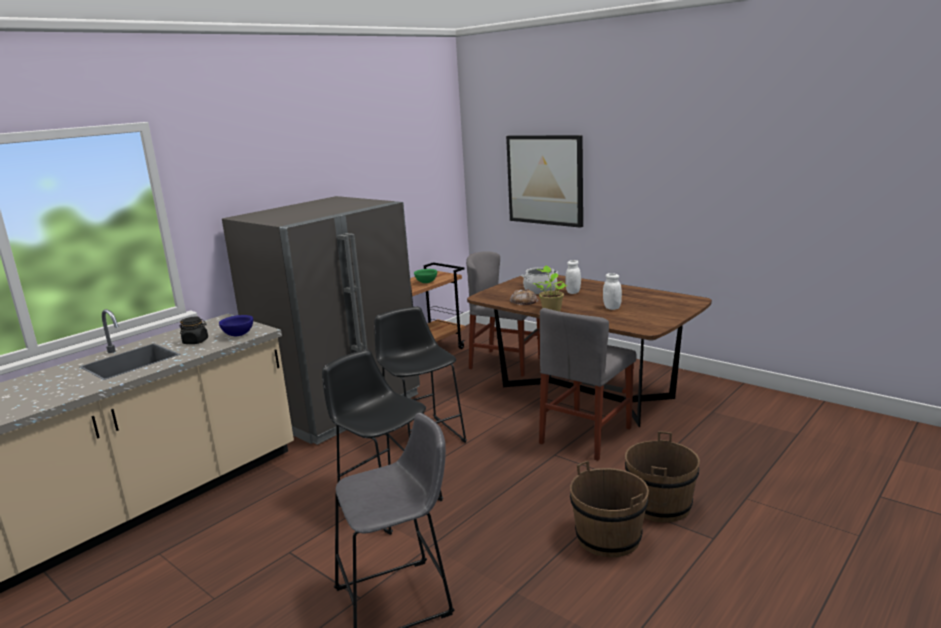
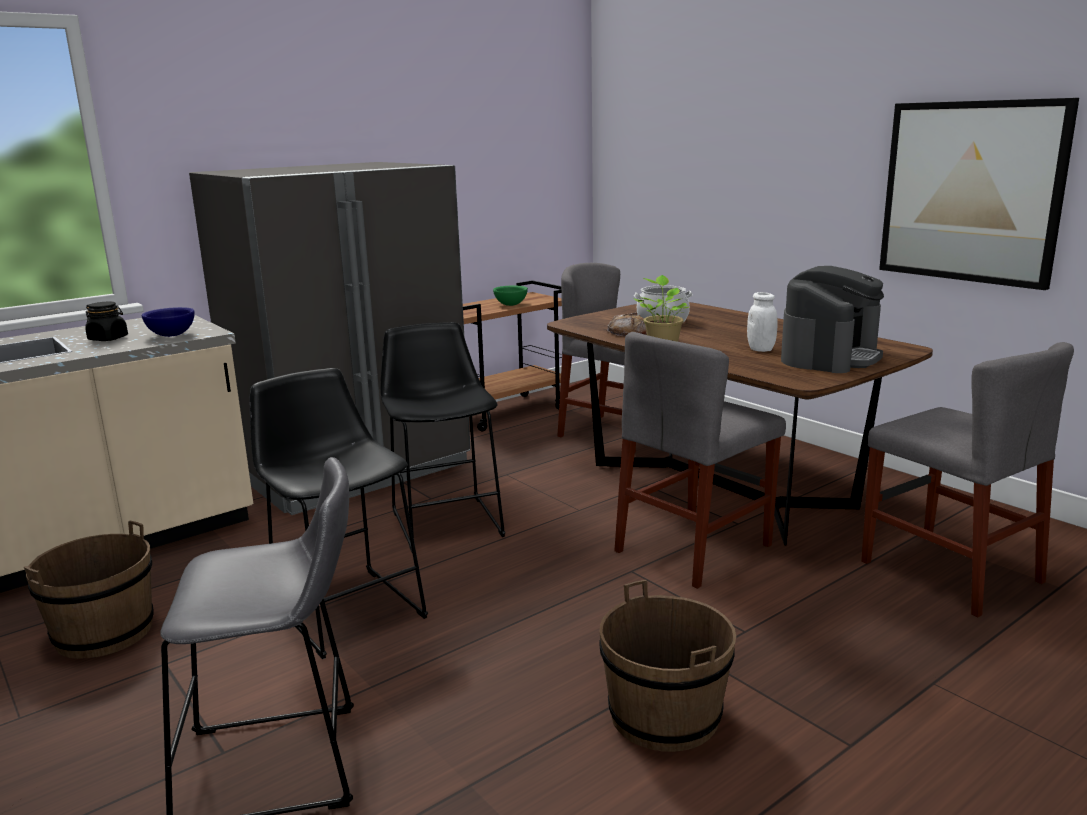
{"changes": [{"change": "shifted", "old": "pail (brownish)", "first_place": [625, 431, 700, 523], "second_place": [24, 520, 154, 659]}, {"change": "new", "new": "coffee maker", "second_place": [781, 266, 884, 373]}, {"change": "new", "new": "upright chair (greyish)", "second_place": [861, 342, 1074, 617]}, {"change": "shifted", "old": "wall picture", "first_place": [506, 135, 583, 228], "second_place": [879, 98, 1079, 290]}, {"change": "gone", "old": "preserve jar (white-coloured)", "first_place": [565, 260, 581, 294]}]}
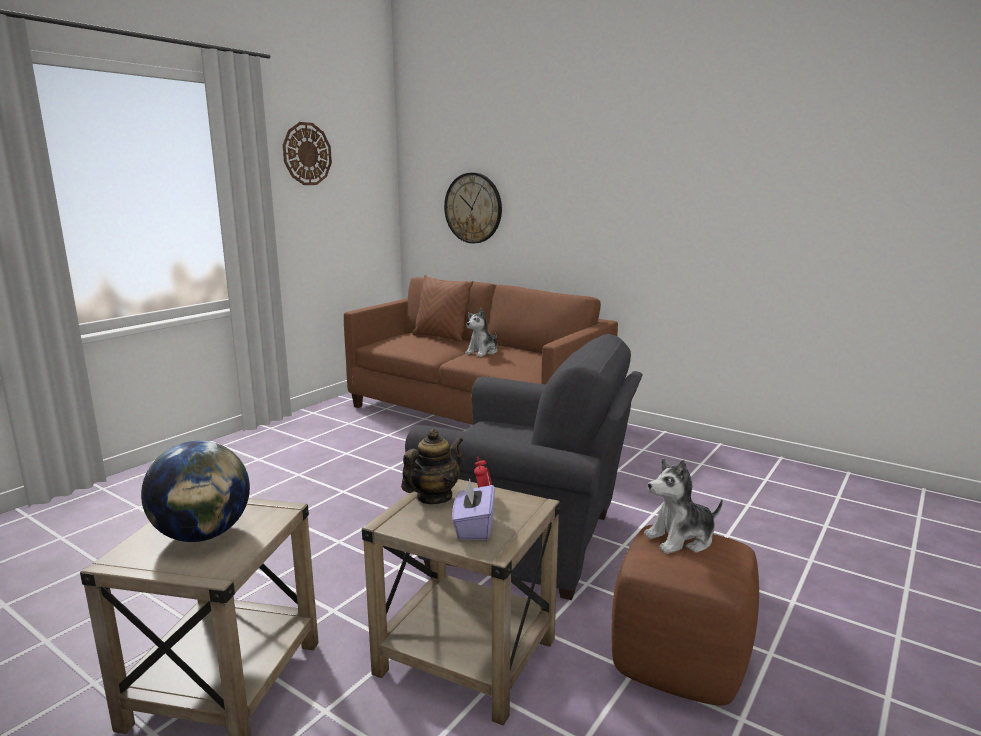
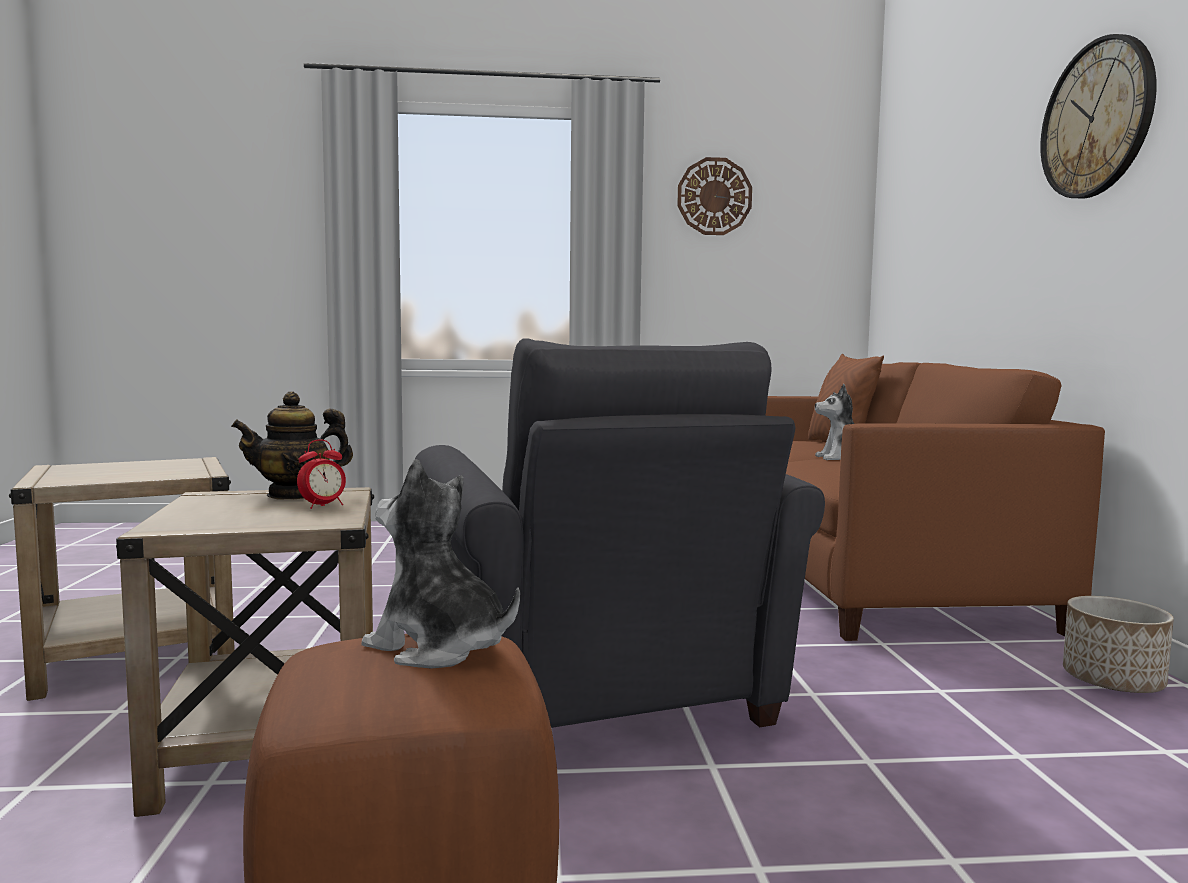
{"changes": [{"change": "rotated", "old": "pot for tea", "first_place": [401, 429, 463, 504], "second_place": [231, 391, 353, 499], "degrees": 150}, {"change": "shifted", "old": "clock on the wall", "first_place": [444, 173, 502, 243], "second_place": [1040, 34, 1157, 198]}, {"change": "new", "new": "flower pot", "second_place": [1063, 596, 1174, 693]}, {"change": "gone", "old": "globe", "first_place": [141, 440, 250, 542]}, {"change": "gone", "old": "box of tissues (purple)", "first_place": [452, 478, 495, 540]}]}
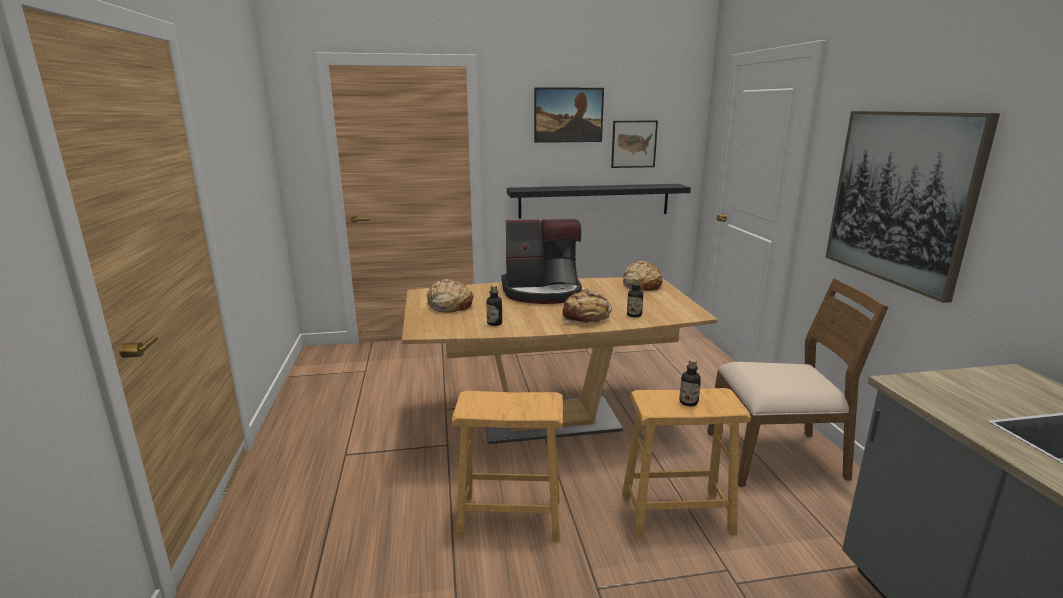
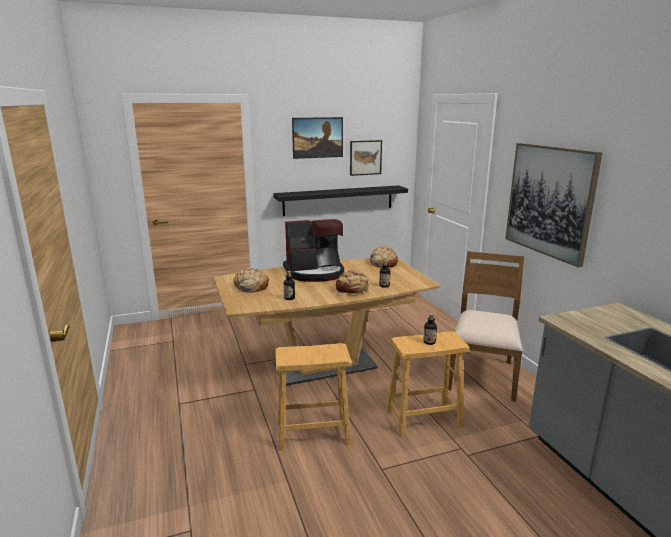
{"changes": [{"change": "rotated", "old": "upright chair (brownish)", "first_place": [707, 278, 888, 487], "second_place": [448, 251, 524, 402], "degrees": -60}]}
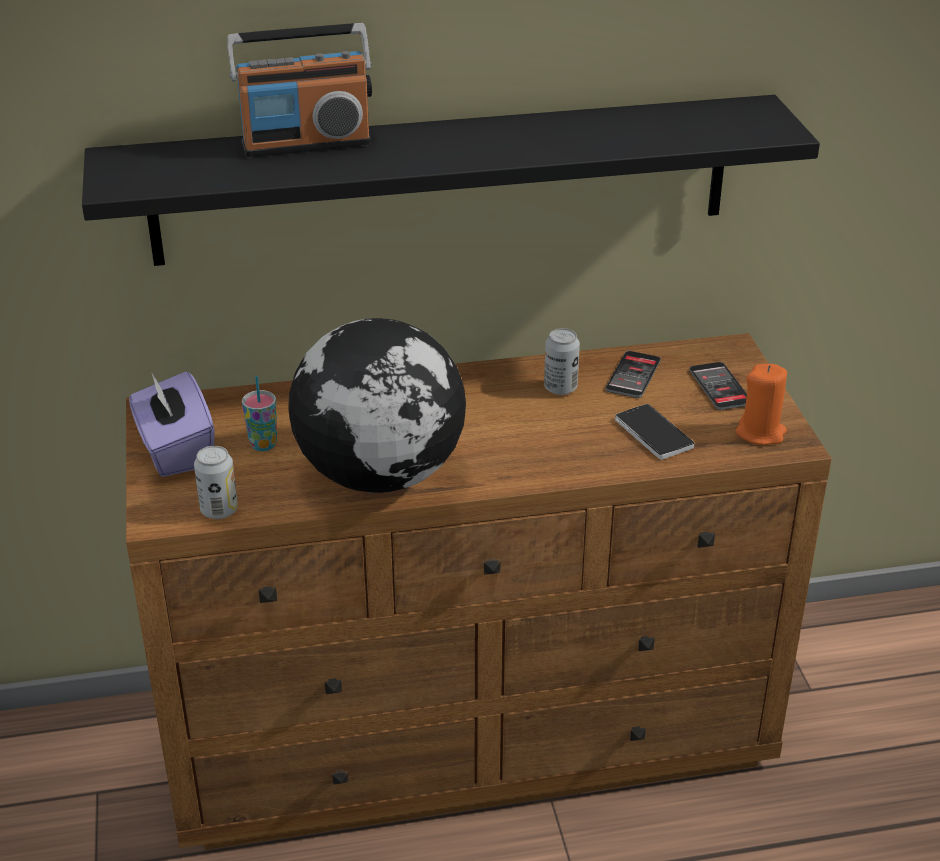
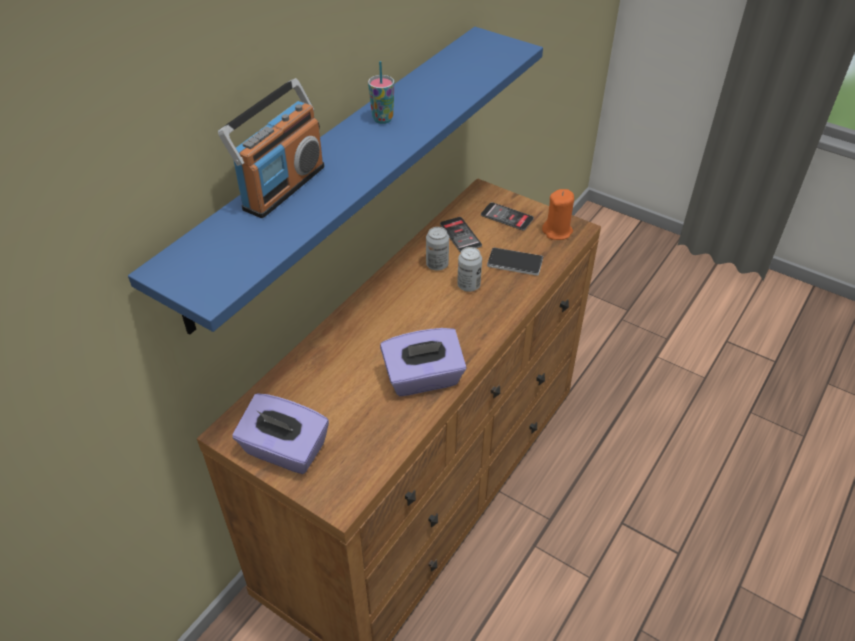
{"changes": [{"change": "repainted", "old": "bracket shelf (black-coloured)", "new": "bracket shelf (blue)", "first_place": [82, 95, 820, 266], "second_place": [128, 27, 543, 334]}, {"change": "shifted", "old": "small cup", "first_place": [242, 376, 277, 451], "second_place": [368, 61, 394, 124]}, {"change": "swapped", "old": "globe", "new": "box of tissues (purple)", "first_place": [288, 318, 466, 493], "second_place": [380, 328, 467, 396]}, {"change": "shifted", "old": "metal can", "first_place": [194, 446, 238, 519], "second_place": [457, 247, 482, 292]}]}
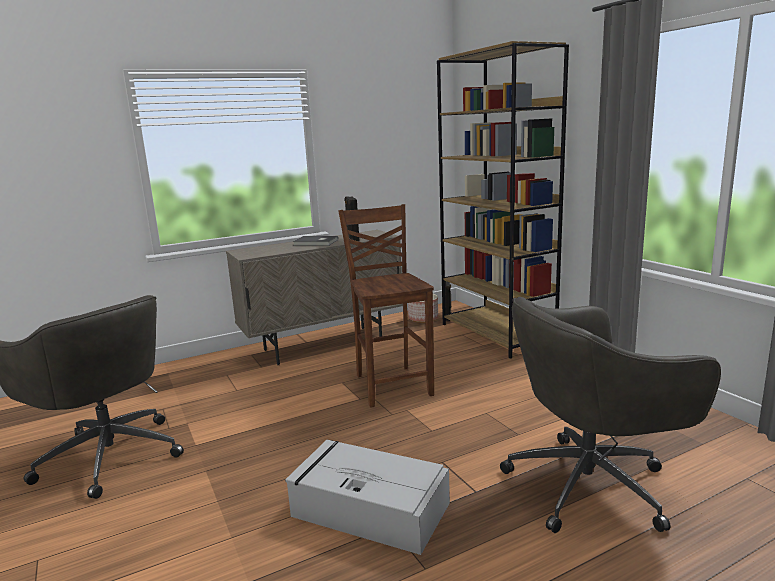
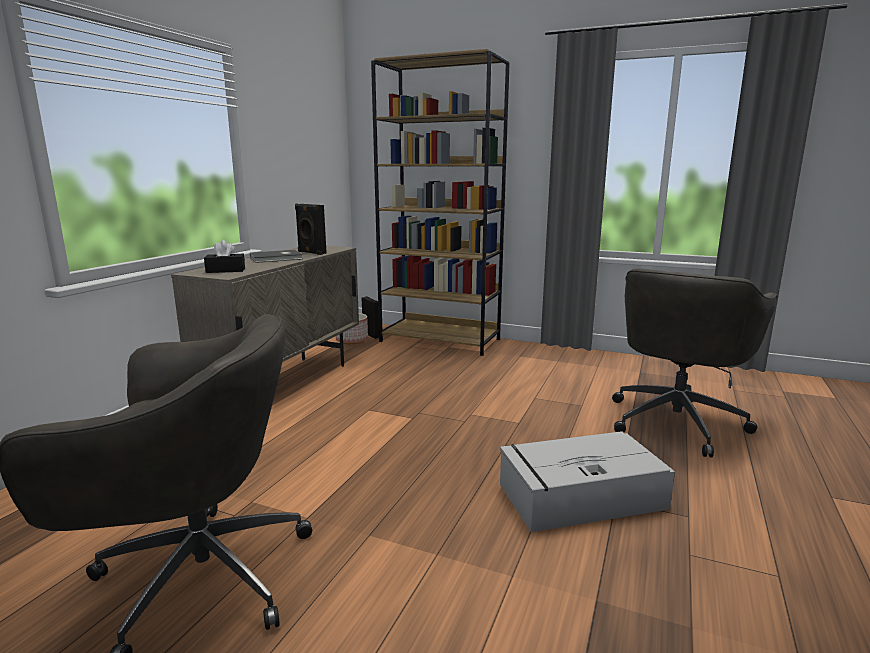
{"changes": [{"change": "new", "new": "box of tissues (black-coloured)", "second_place": [204, 240, 245, 273]}, {"change": "gone", "old": "upright chair (brownish)", "first_place": [338, 204, 434, 408]}]}
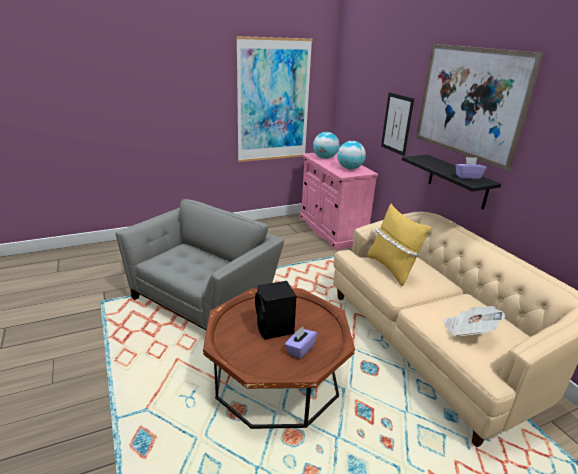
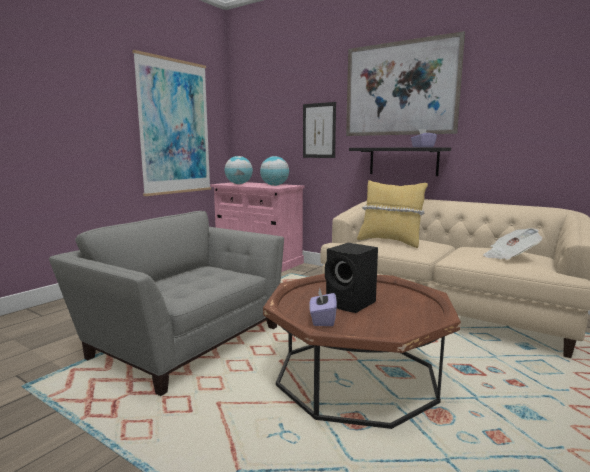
{"changes": [{"change": "rotated", "old": "lounge chair (greyish)", "first_place": [115, 199, 284, 330], "second_place": [49, 211, 284, 396], "degrees": -60}, {"change": "shifted", "old": "box of tissues (purple)", "first_place": [285, 326, 317, 359], "second_place": [309, 287, 337, 326]}]}
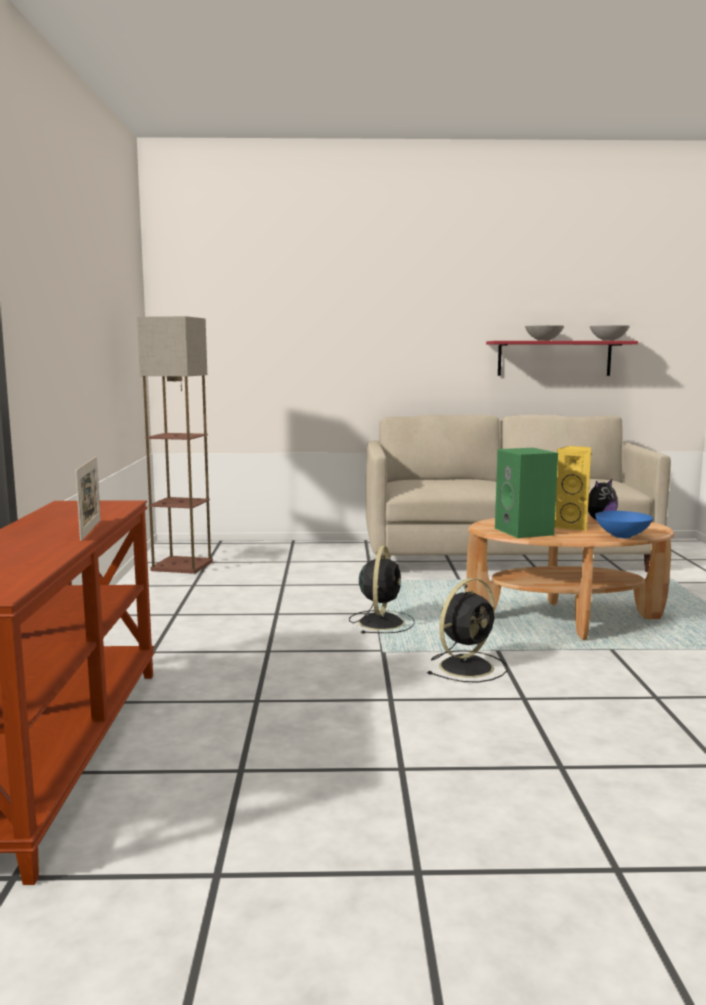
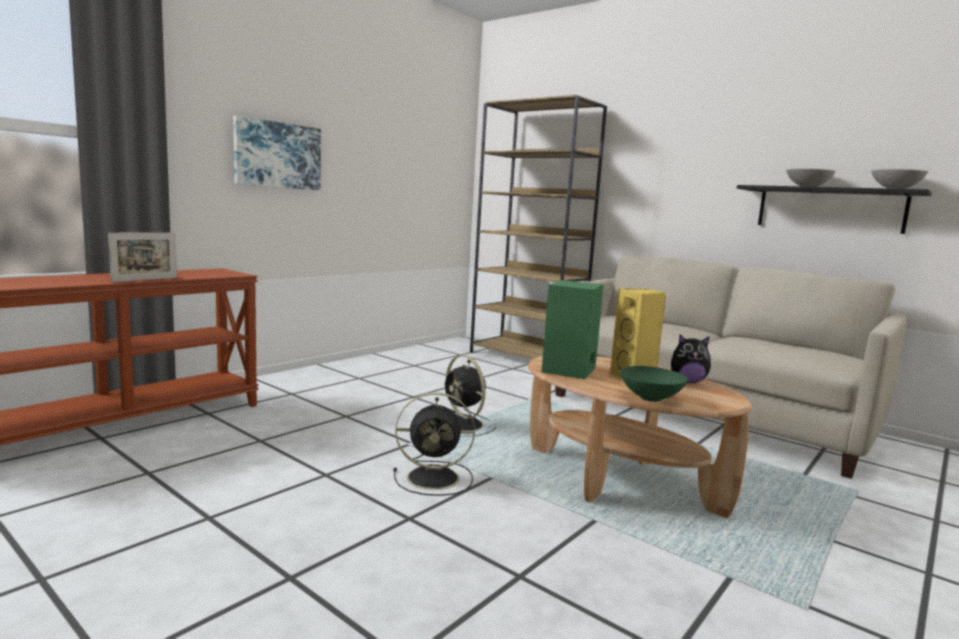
{"changes": [{"change": "new", "new": "wall picture", "second_place": [233, 116, 321, 190]}, {"change": "rotated", "old": "fan (black-coloured)", "first_place": [349, 546, 415, 634], "second_place": [445, 355, 496, 436], "degrees": 90}, {"change": "new", "new": "bookshelf (brownish)", "second_place": [470, 95, 607, 359]}, {"change": "repainted", "old": "serving bowl (blue)", "new": "serving bowl (green)", "first_place": [595, 511, 653, 538], "second_place": [620, 366, 688, 402]}, {"change": "repainted", "old": "bracket shelf (red-coloured)", "new": "bracket shelf (black-coloured)", "first_place": [486, 341, 638, 376], "second_place": [737, 185, 932, 234]}, {"change": "gone", "old": "standing lamp", "first_place": [137, 316, 213, 574]}]}
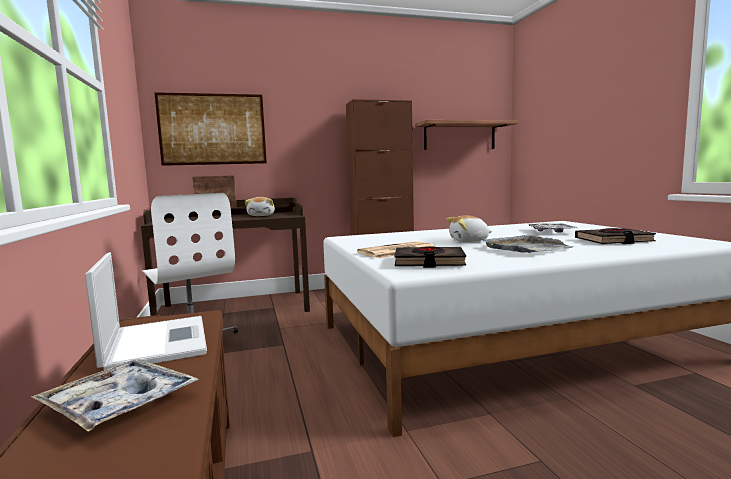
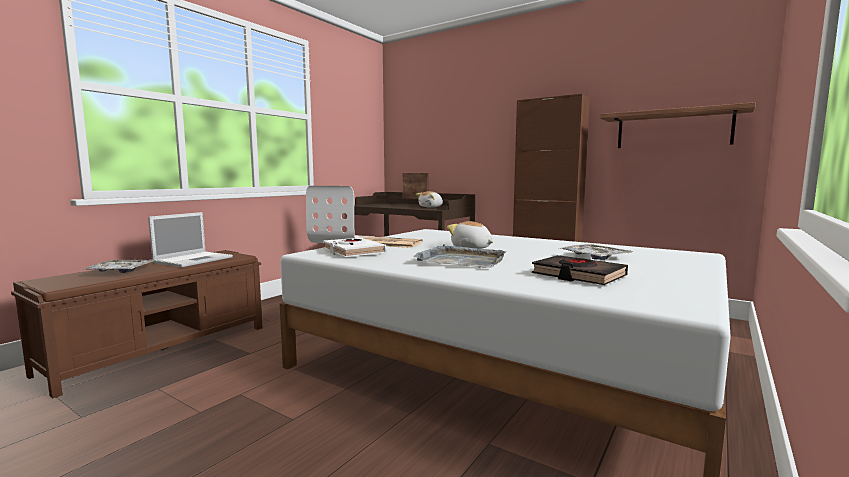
{"changes": [{"change": "repainted", "old": "book (black-coloured)", "new": "book (white-coloured)", "first_place": [395, 246, 466, 268], "second_place": [323, 238, 387, 257]}, {"change": "gone", "old": "wall picture", "first_place": [154, 92, 267, 166]}]}
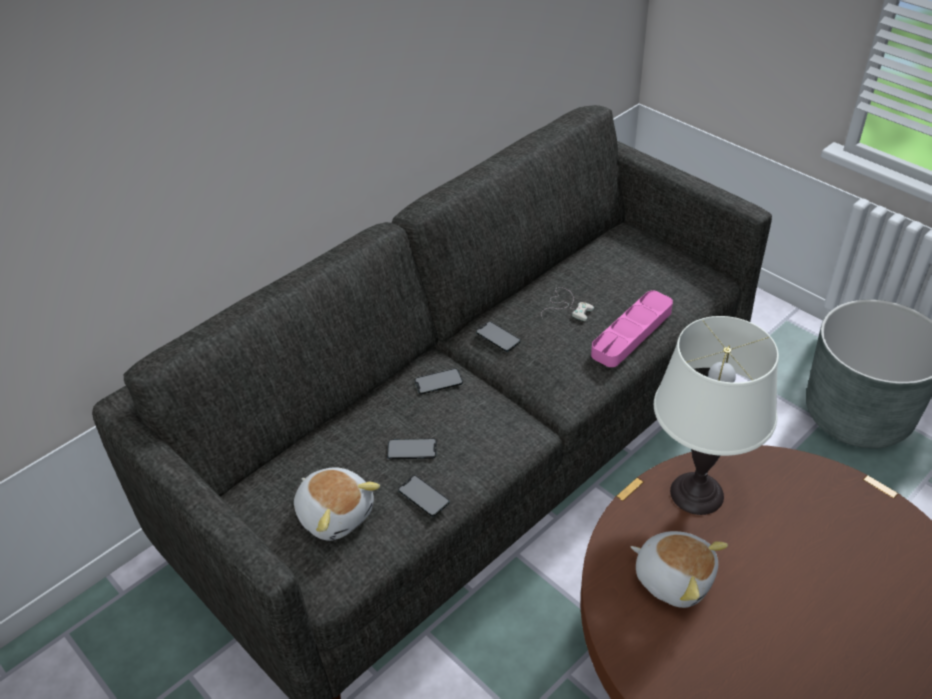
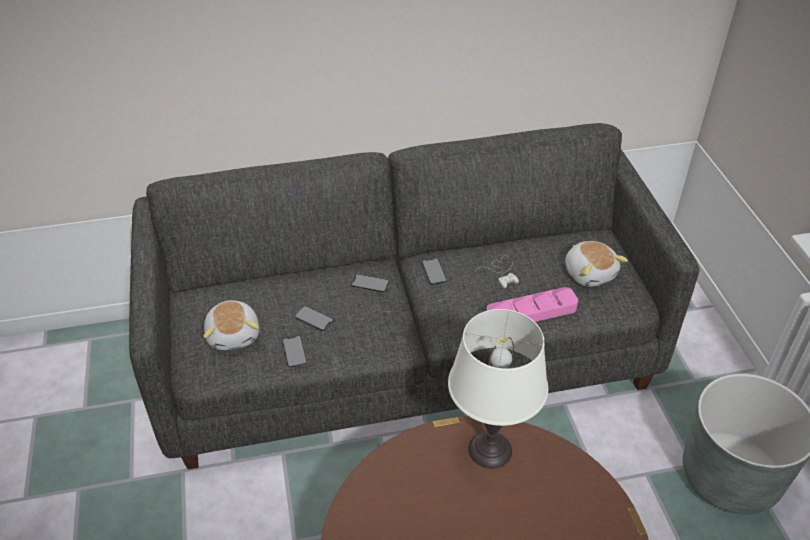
{"changes": [{"change": "shifted", "old": "plush toy", "first_place": [631, 531, 728, 608], "second_place": [565, 241, 628, 287]}]}
